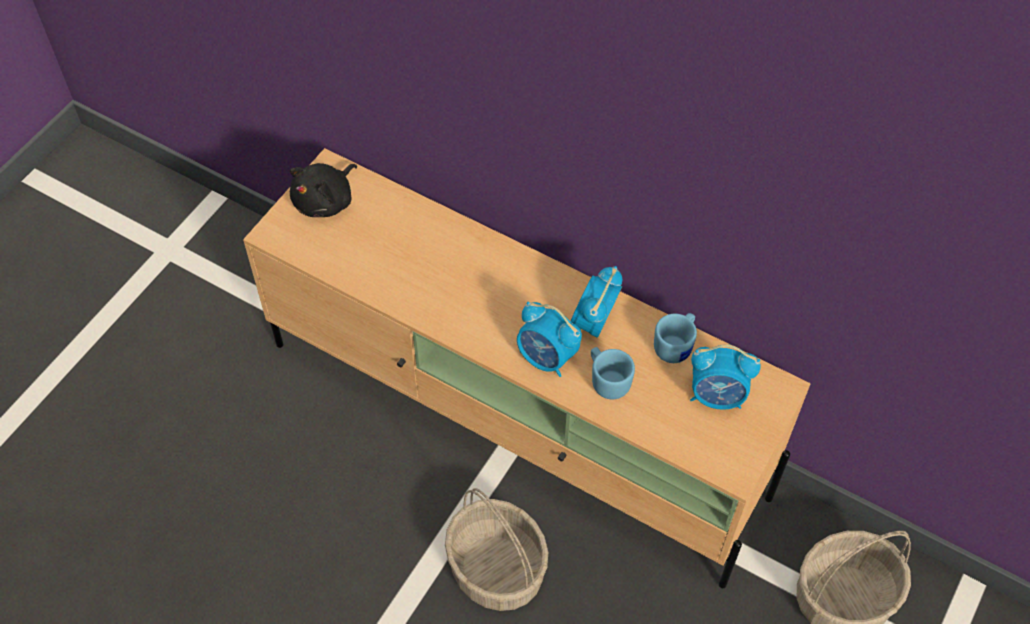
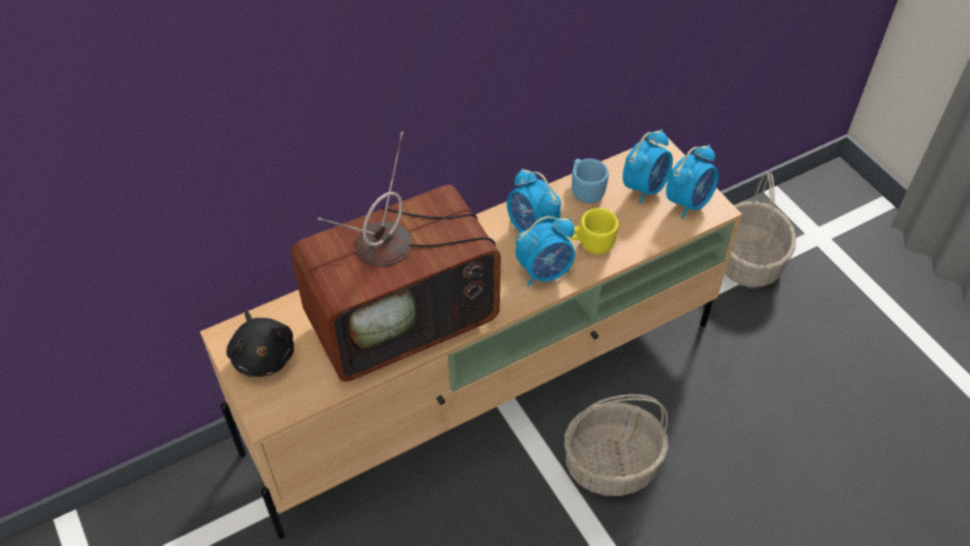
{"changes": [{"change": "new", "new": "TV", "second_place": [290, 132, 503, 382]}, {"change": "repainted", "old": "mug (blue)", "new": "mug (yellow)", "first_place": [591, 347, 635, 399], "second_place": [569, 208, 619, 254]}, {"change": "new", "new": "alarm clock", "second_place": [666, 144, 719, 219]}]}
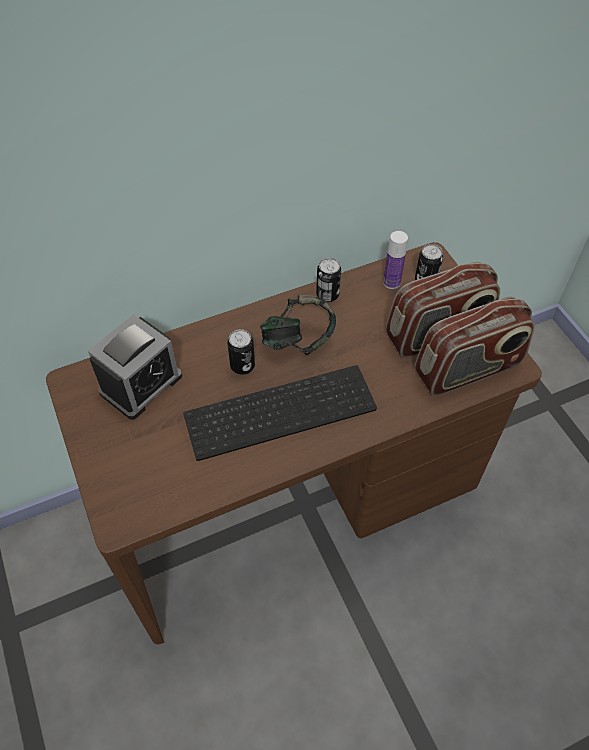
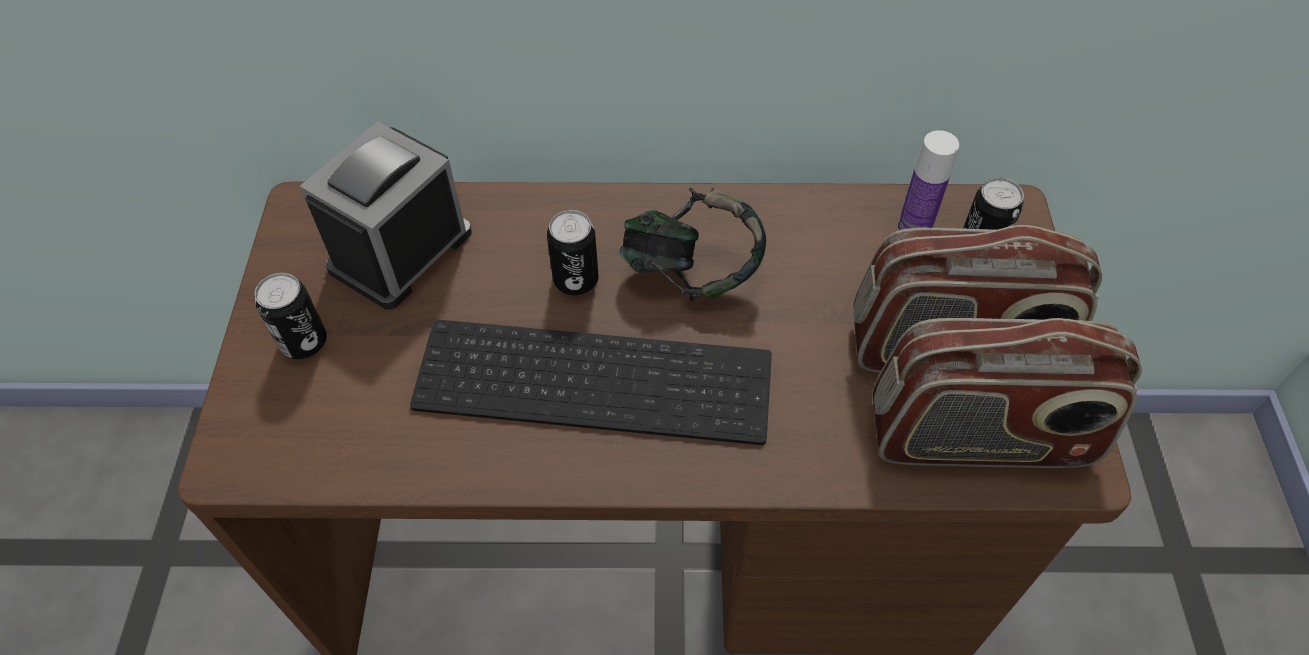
{"changes": [{"change": "shifted", "old": "metal can", "first_place": [316, 258, 341, 302], "second_place": [254, 273, 327, 359]}, {"change": "rotated", "old": "alarm clock", "first_place": [88, 314, 182, 420], "second_place": [300, 122, 472, 310], "degrees": 150}]}
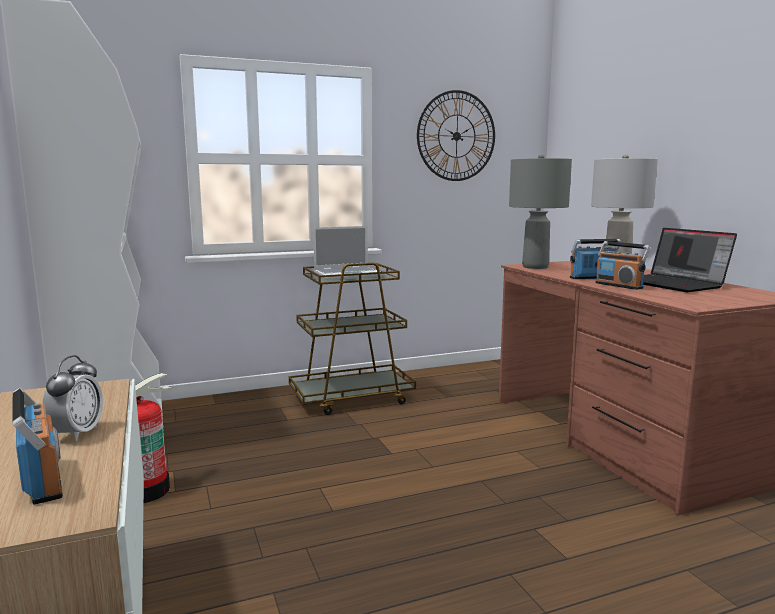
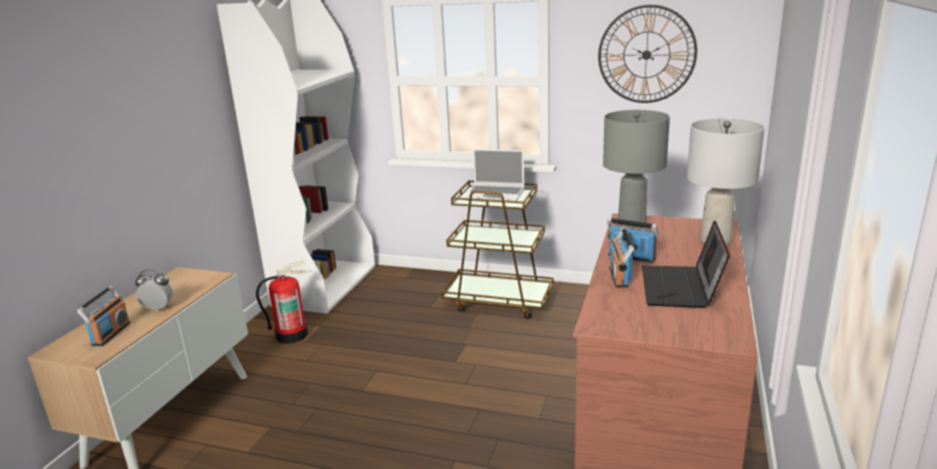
{"changes": [{"change": "rotated", "old": "alarm clock", "first_place": [43, 355, 103, 441], "second_place": [135, 270, 173, 311], "degrees": -135}]}
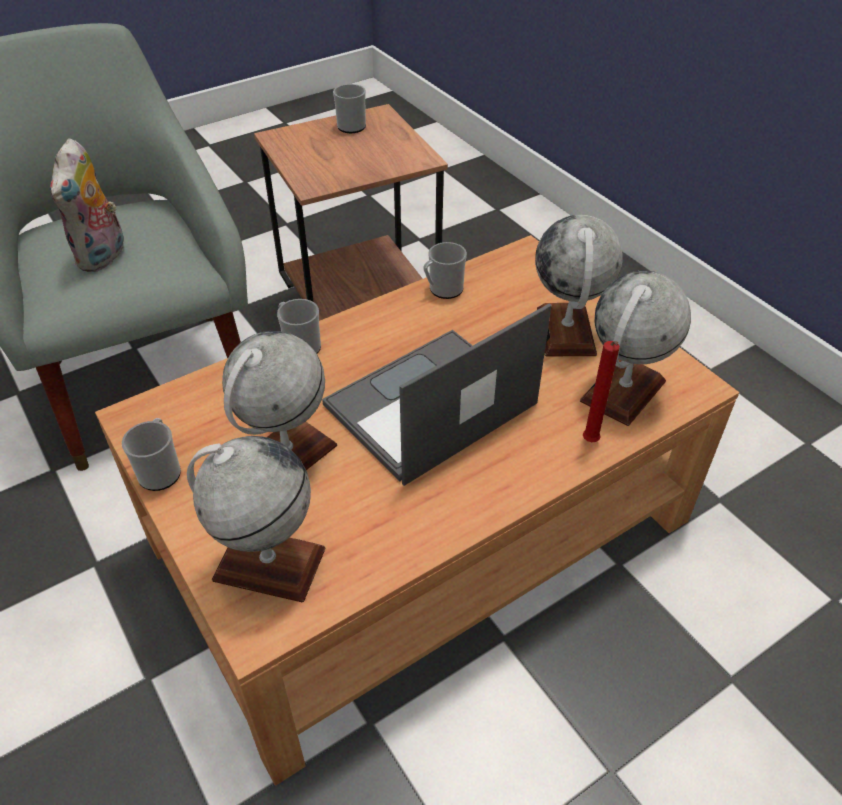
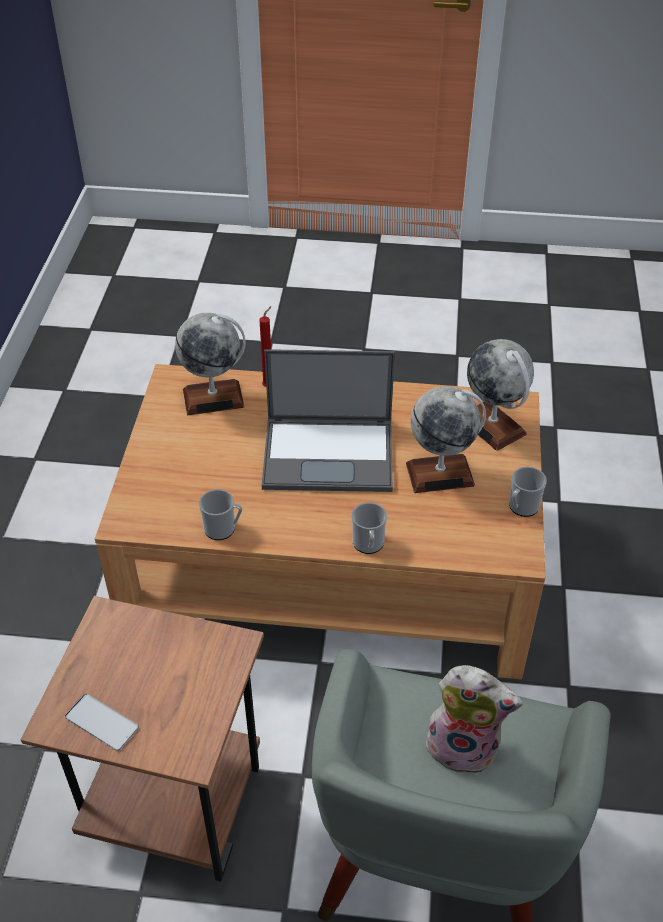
{"changes": [{"change": "swapped", "old": "mug", "new": "telephone", "first_place": [333, 84, 366, 133], "second_place": [65, 694, 139, 751]}, {"change": "rotated", "old": "plush toy", "first_place": [50, 138, 124, 272], "second_place": [426, 665, 522, 775], "degrees": 60}, {"change": "gone", "old": "globe", "first_place": [535, 215, 623, 356]}]}
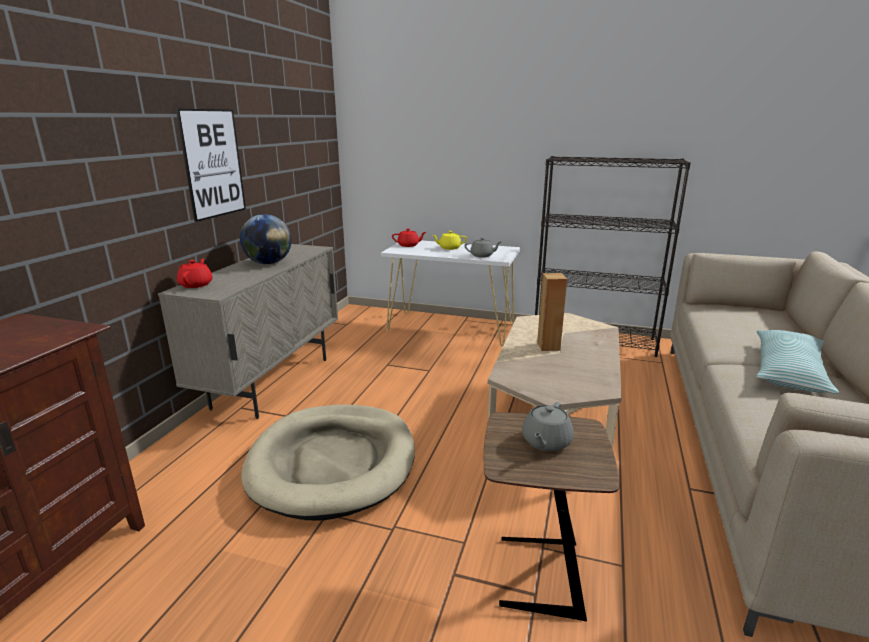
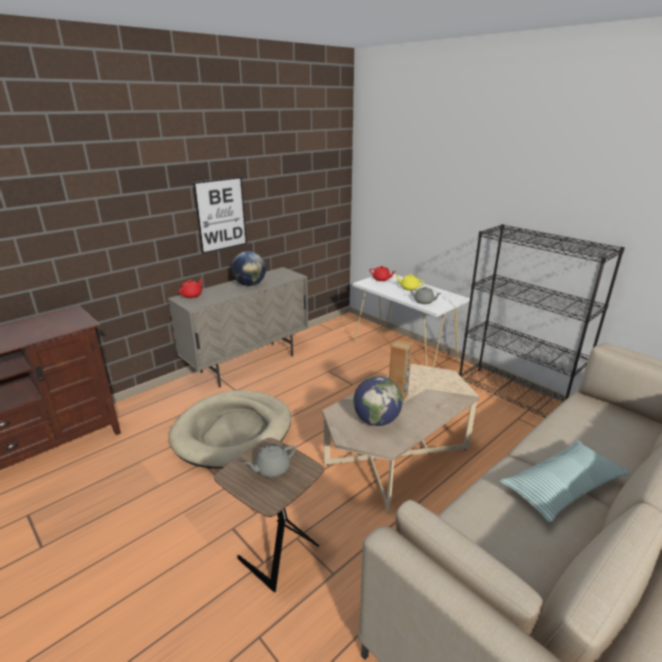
{"changes": [{"change": "new", "new": "globe", "second_place": [353, 376, 403, 426]}]}
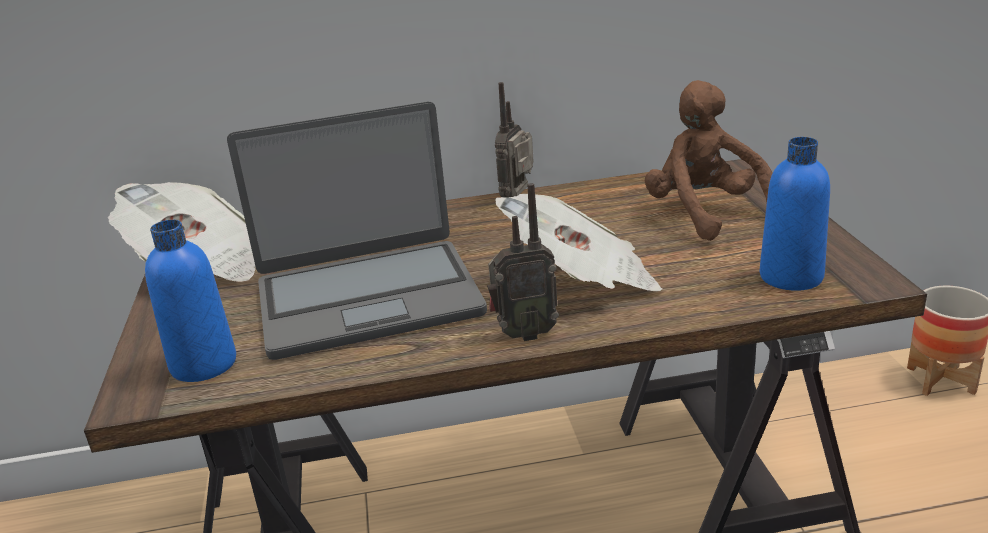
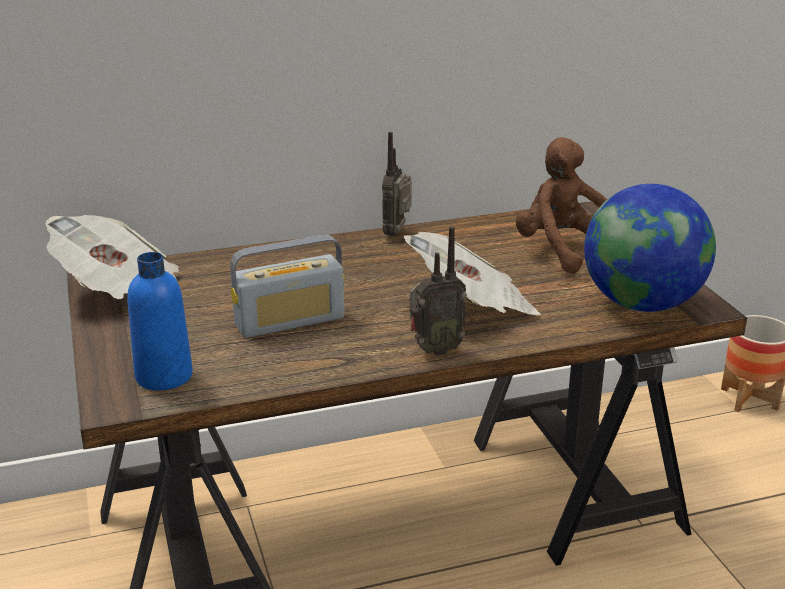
{"changes": [{"change": "swapped", "old": "notebook computer", "new": "radio receiver", "first_place": [227, 101, 487, 360], "second_place": [230, 235, 345, 338]}, {"change": "swapped", "old": "beverage bottle (blue)", "new": "globe", "first_place": [760, 137, 830, 291], "second_place": [584, 184, 716, 312]}]}
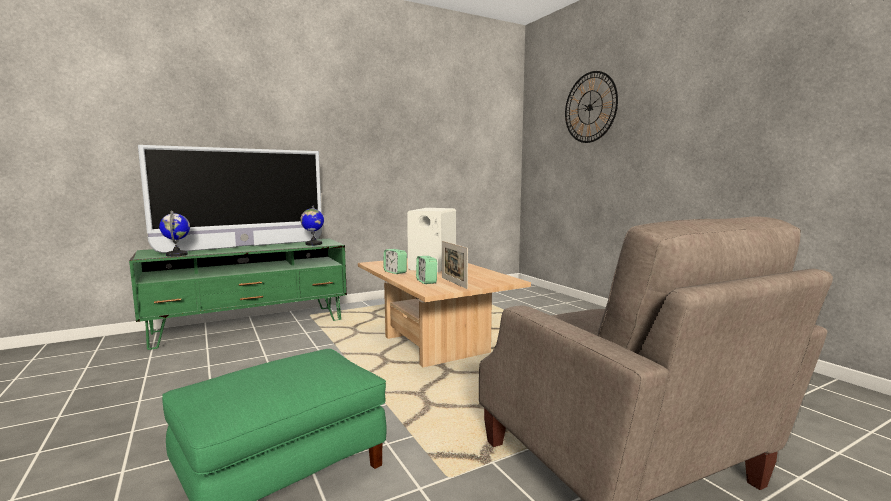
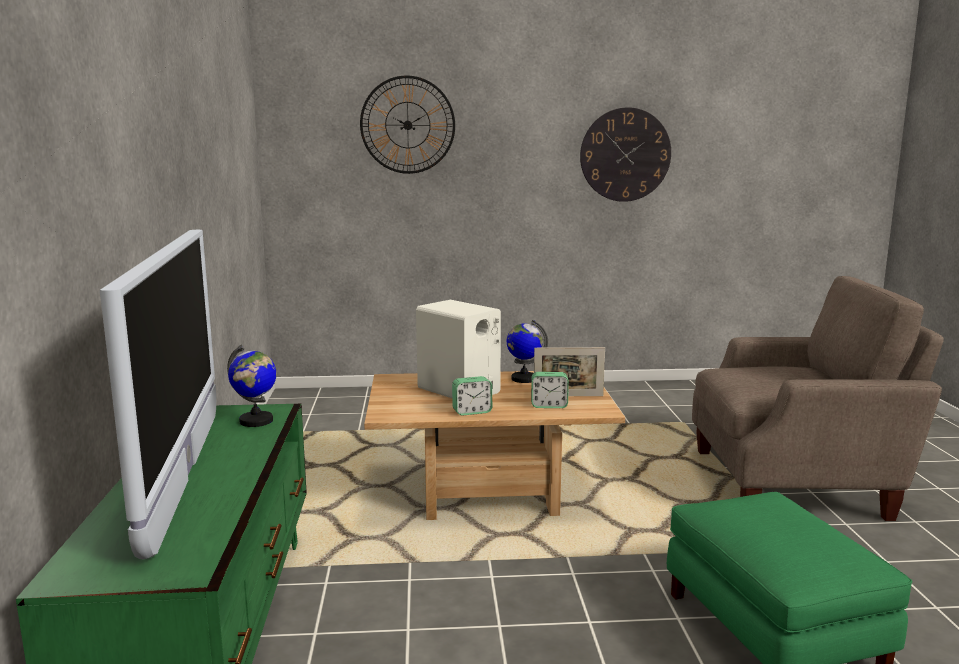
{"changes": [{"change": "shifted", "old": "globe", "first_place": [159, 210, 190, 257], "second_place": [507, 320, 548, 383]}, {"change": "new", "new": "clock on the wall", "second_place": [580, 107, 671, 202]}]}
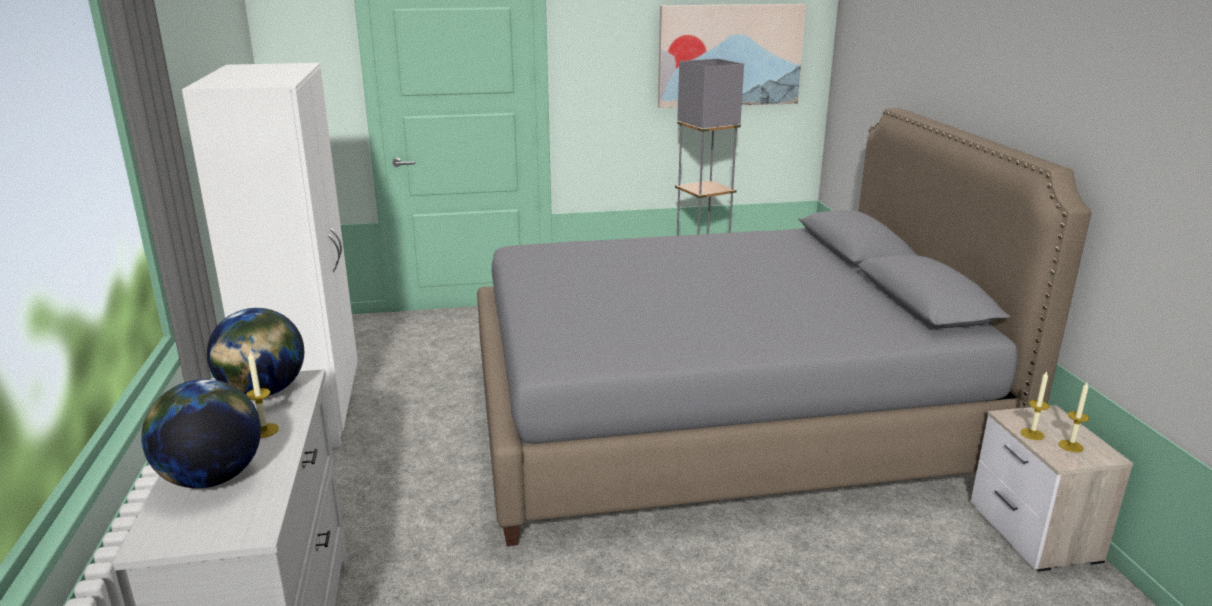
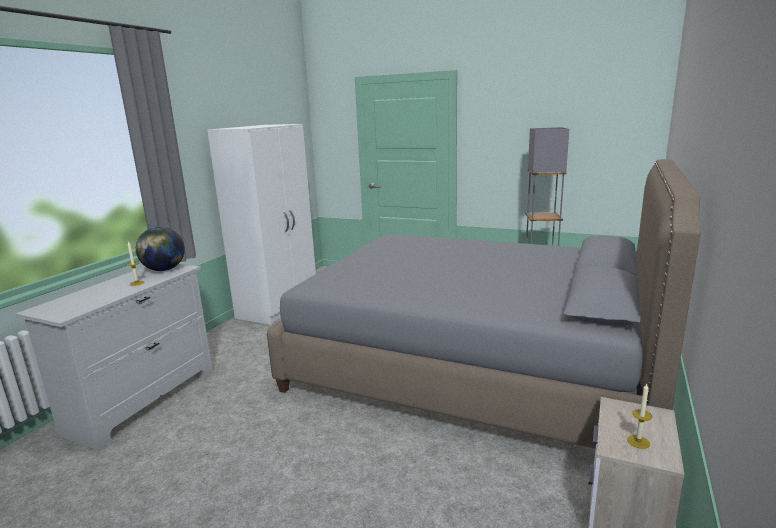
{"changes": [{"change": "gone", "old": "globe", "first_place": [141, 379, 261, 488]}, {"change": "gone", "old": "wall picture", "first_place": [658, 4, 806, 108]}, {"change": "gone", "old": "wax light", "first_place": [1020, 371, 1050, 440]}]}
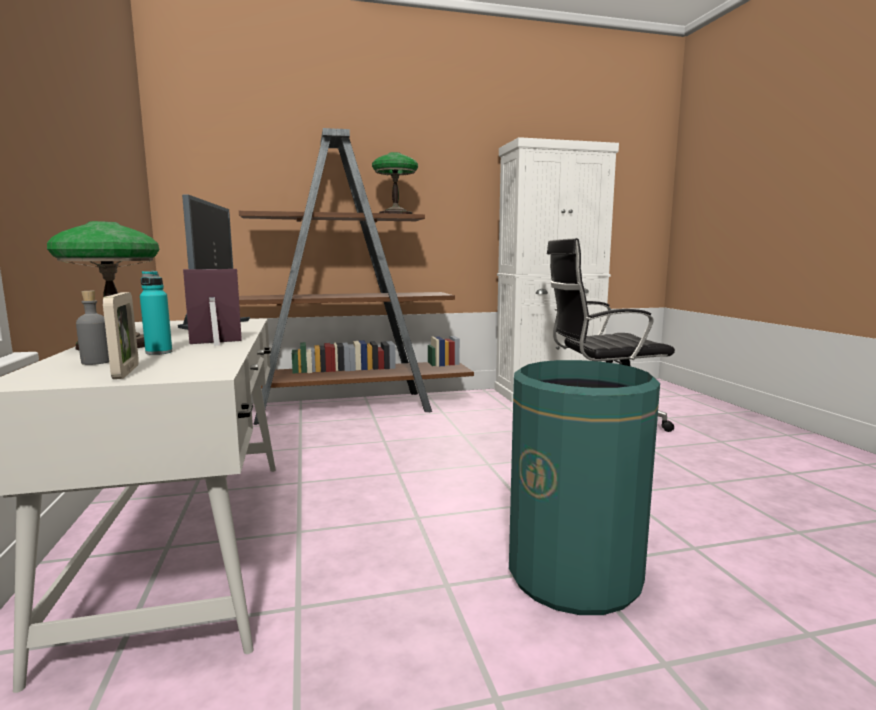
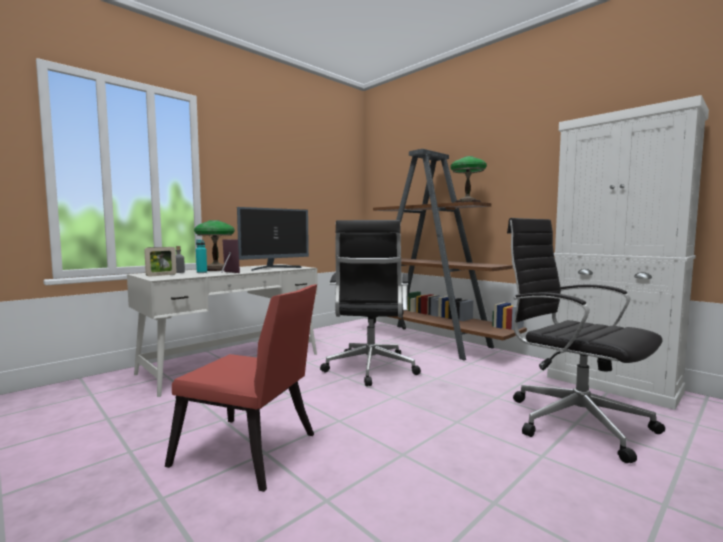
{"changes": [{"change": "swapped", "old": "trash can (green)", "new": "upright chair (red-coloured)", "first_place": [509, 360, 660, 615], "second_place": [165, 284, 317, 492]}, {"change": "new", "new": "computer chair (black-coloured)", "second_place": [320, 220, 421, 386]}]}
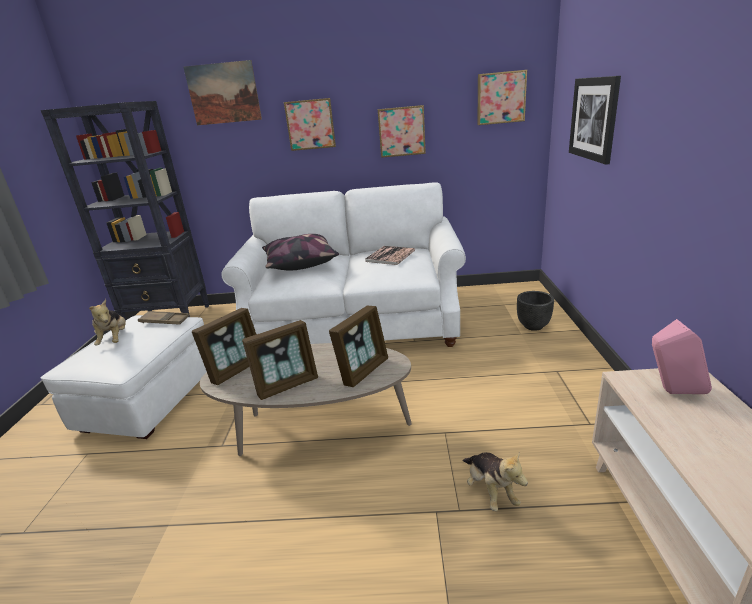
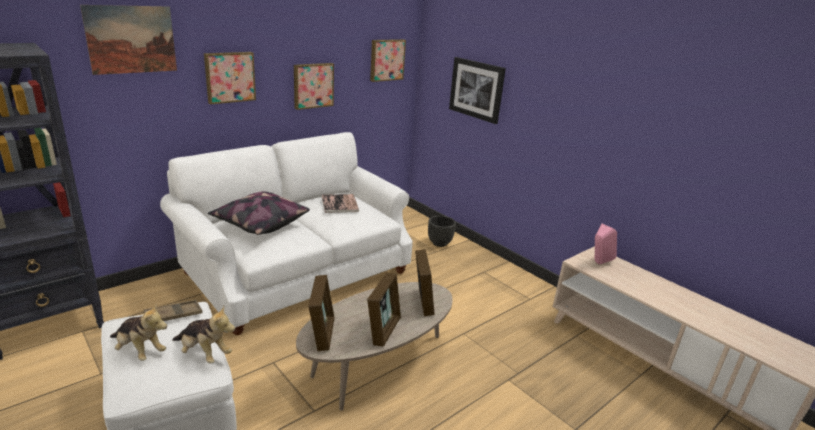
{"changes": [{"change": "shifted", "old": "plush toy", "first_place": [463, 451, 528, 511], "second_place": [172, 306, 235, 364]}]}
